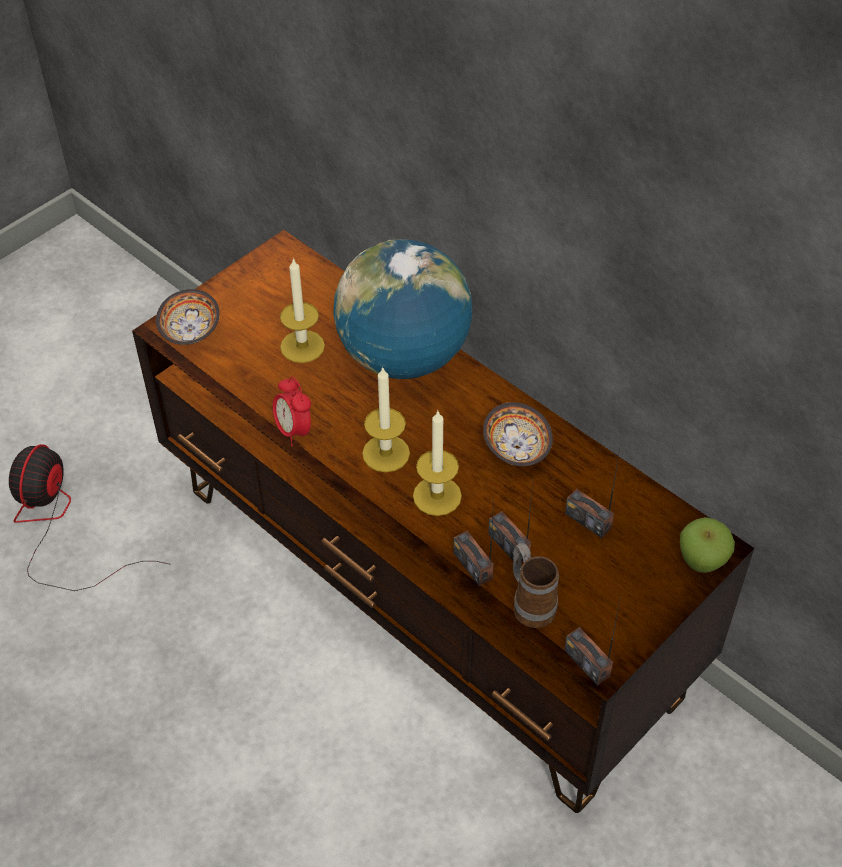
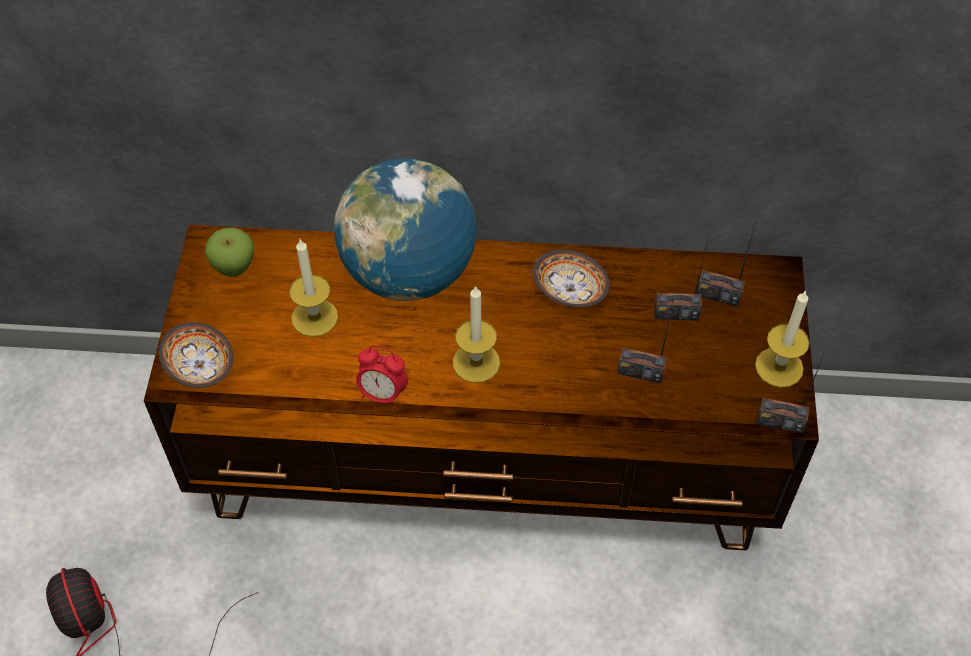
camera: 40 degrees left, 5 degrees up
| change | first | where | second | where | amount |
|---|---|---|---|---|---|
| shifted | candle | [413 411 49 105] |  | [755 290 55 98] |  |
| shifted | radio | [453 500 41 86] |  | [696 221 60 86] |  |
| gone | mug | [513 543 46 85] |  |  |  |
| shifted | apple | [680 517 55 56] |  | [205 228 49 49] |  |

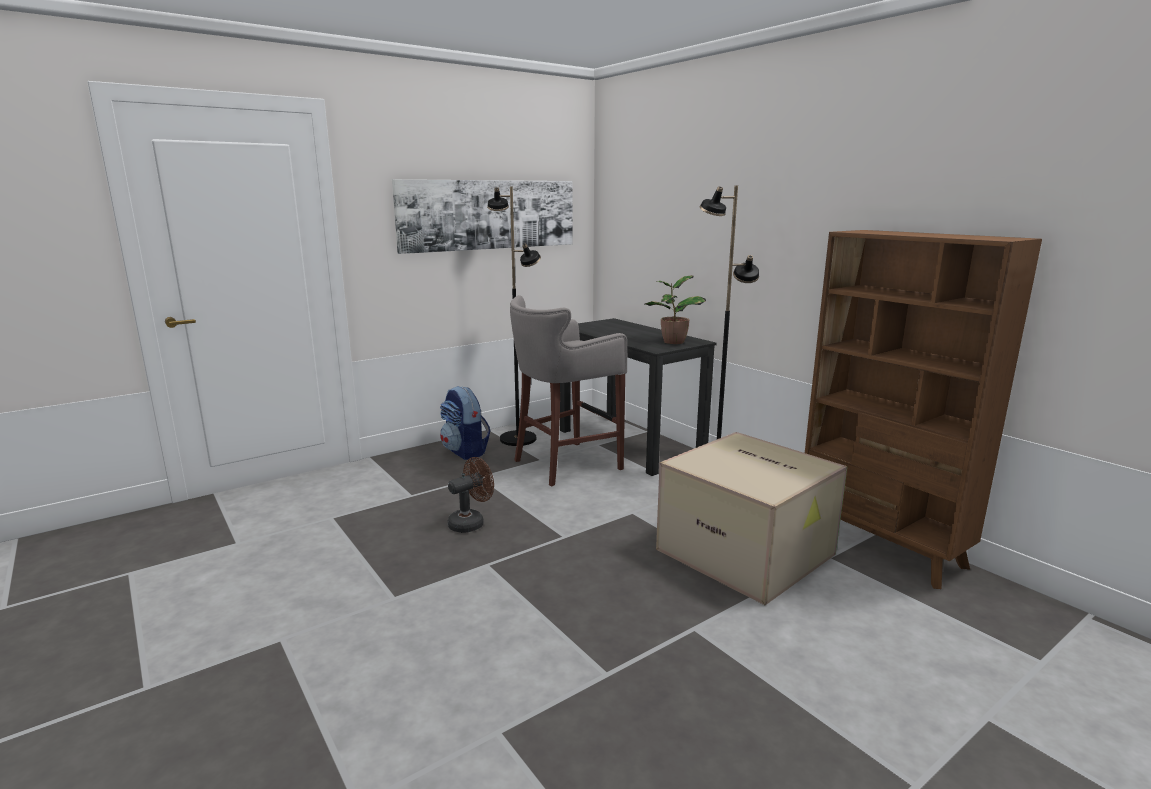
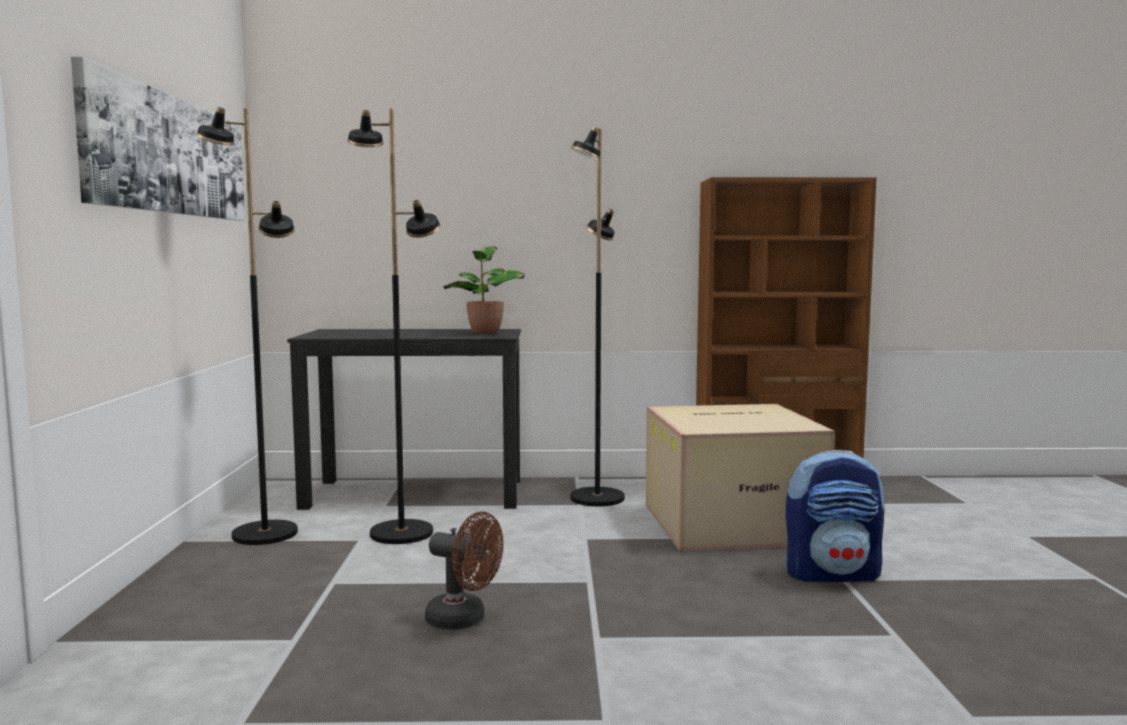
camera: 55 degrees left, 10 degrees down
| change | first | where | second | where | amount |
|---|---|---|---|---|---|
| shifted | backpack | [440 386 51 74] |  | [786 450 99 132] |  |
| rotated | fan in brown | [448 457 46 76] |  | [425 512 78 118] | 120 degrees clockwise |
| swapped | stool in grey | [510 295 117 192] | floor lamp in black | [347 108 94 436] |  |

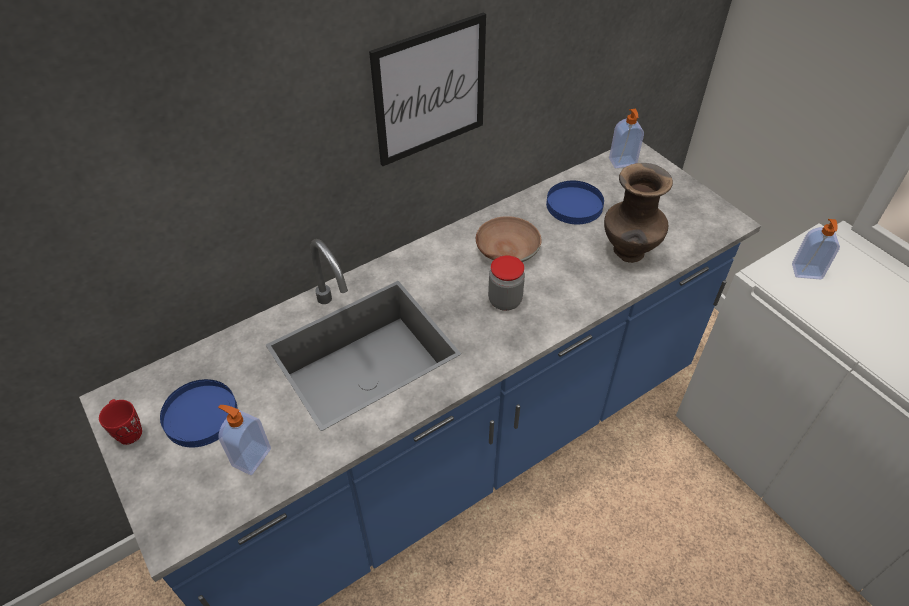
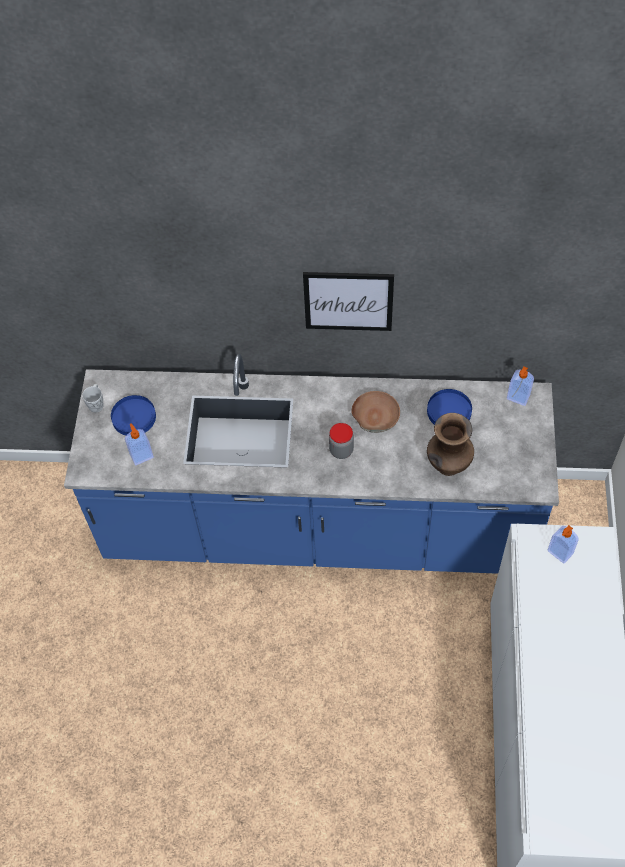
camera: 40 degrees right, 10 degrees up
| change | first | where | second | where | amount |
|---|---|---|---|---|---|
| repainted | mug in red | [99 399 43 46] | mug in white | [82 384 21 29] |  |

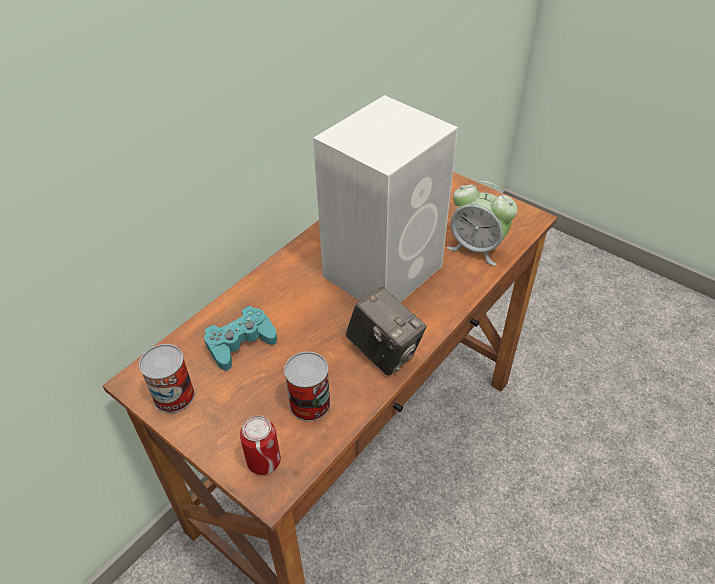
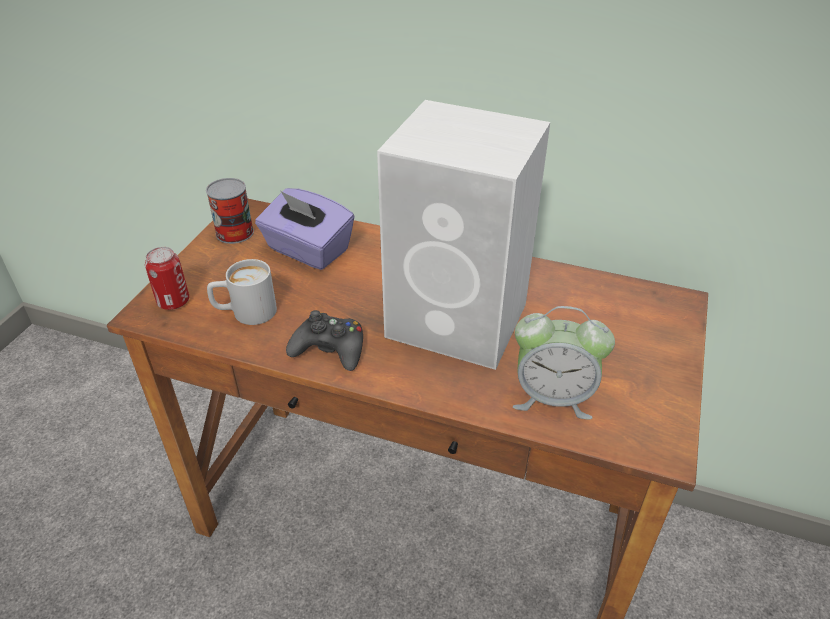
camera: 70 degrees right, 5 degrees down
| change | first | where | second | where | amount |
|---|---|---|---|---|---|
| swapped | game controller in turquoise | [204 306 73 65] | tissue box in purple | [255 188 100 82] |  |
| swapped | can | [284 352 47 69] | mug in white | [207 259 70 66] |  |
| swapped | photo camera | [345 287 82 89] | game controller in black | [286 310 77 61] |  |
| rotated | alarm clock | [447 181 70 85] |  | [513 306 102 113] | 90 degrees counterclockwise |

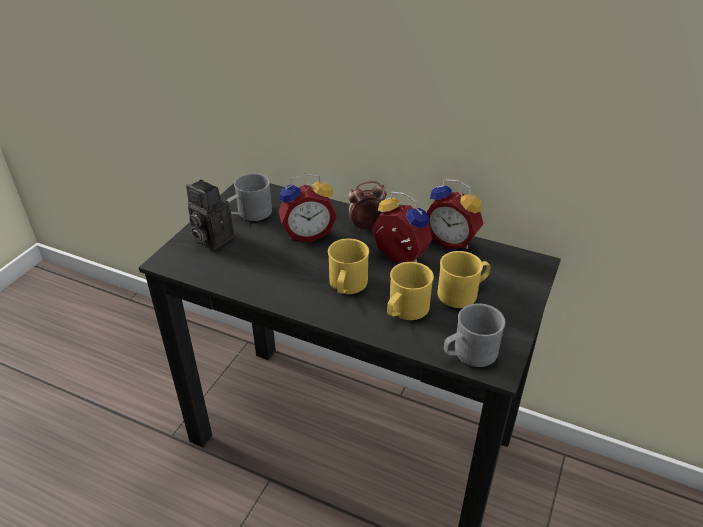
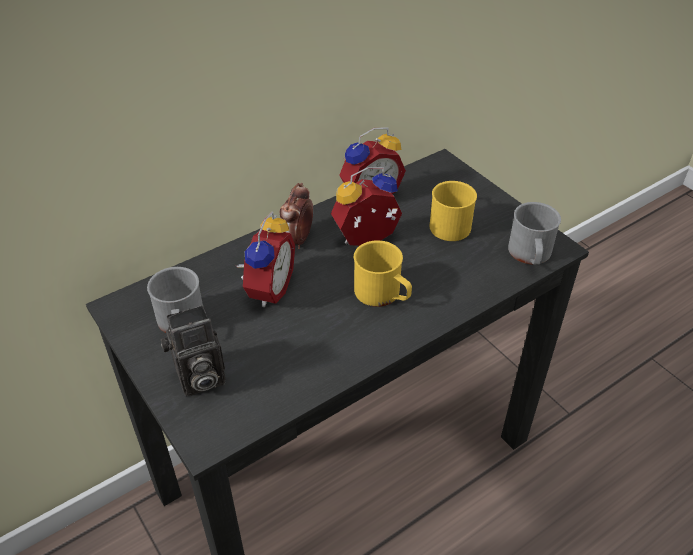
camera: 60 degrees left, 5 degrees up
| change | first | where | second | where | amount |
|---|---|---|---|---|---|
| gone | mug in yellow | [387 262 47 58] |  |  |  |

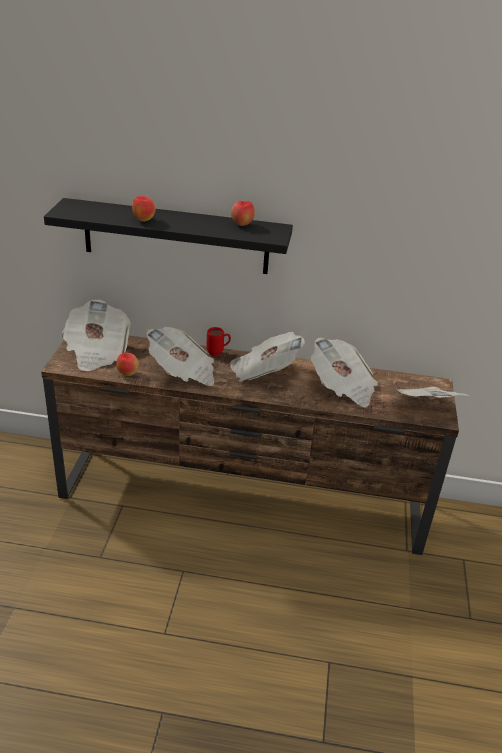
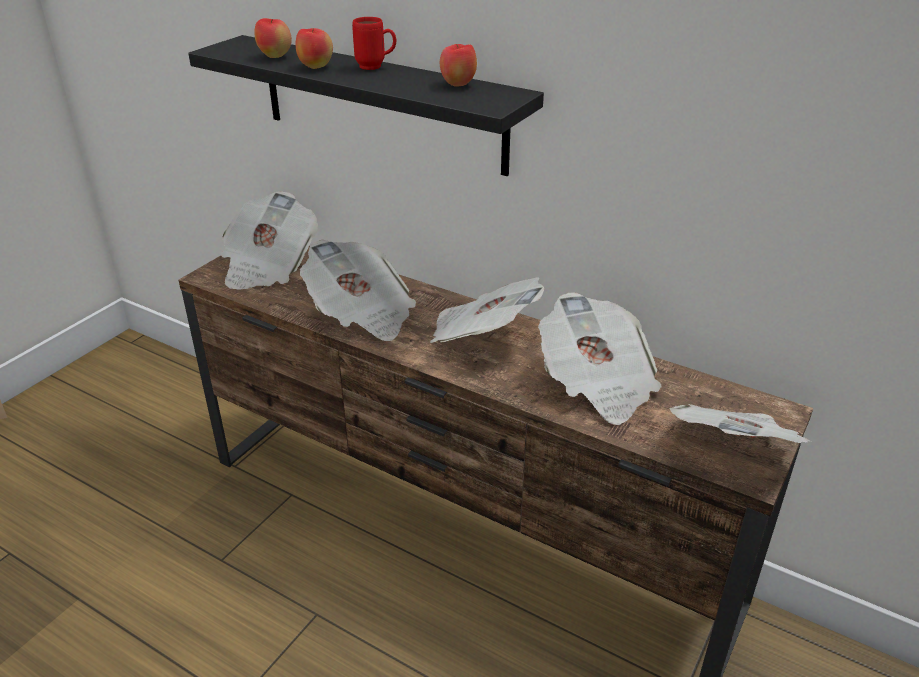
camera: 25 degrees right, 0 degrees up
| change | first | where | second | where | amount |
|---|---|---|---|---|---|
| shifted | apple | [116 353 23 23] |  | [255 18 37 40] |  |
| shifted | mug in red | [206 327 25 29] |  | [352 17 44 53] |  |

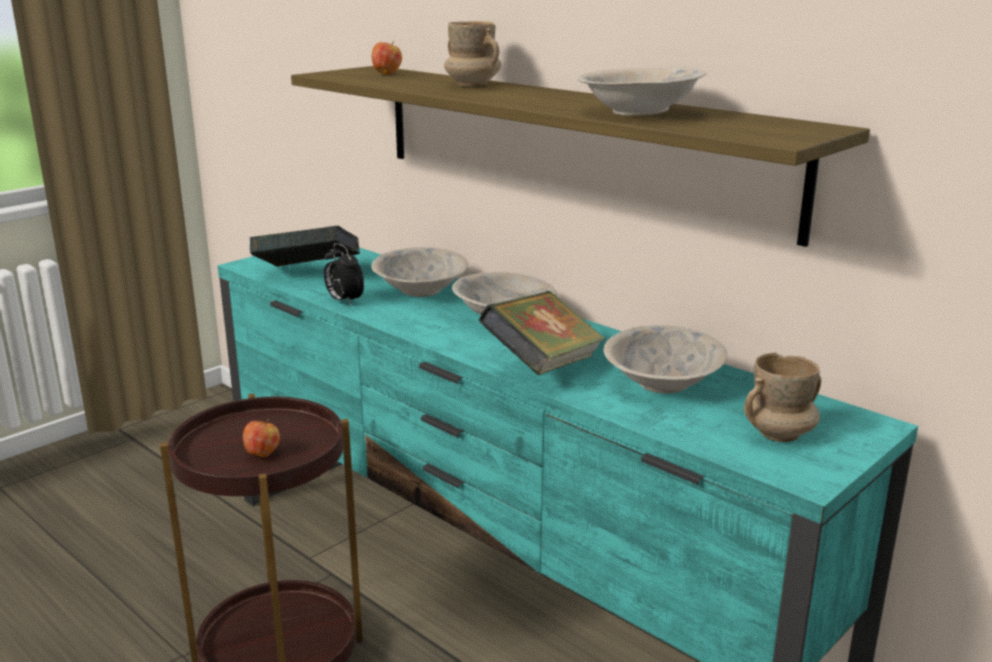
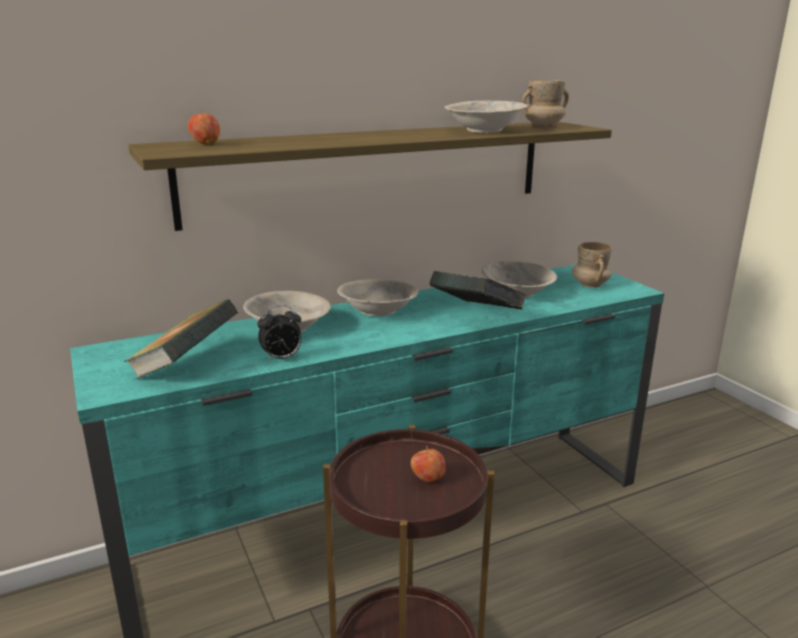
camera: 70 degrees left, 0 degrees up
| change | first | where | second | where | amount |
|---|---|---|---|---|---|
| shifted | mug in beige | [444 21 57 65] |  | [522 79 47 48] |  |

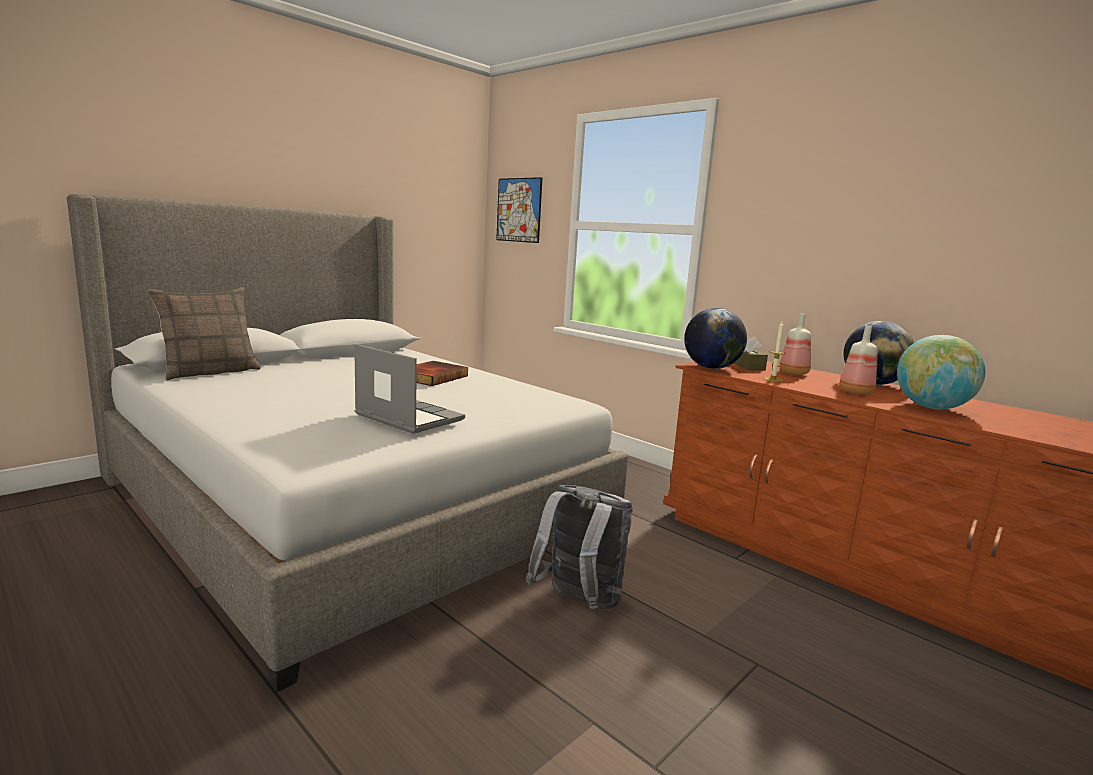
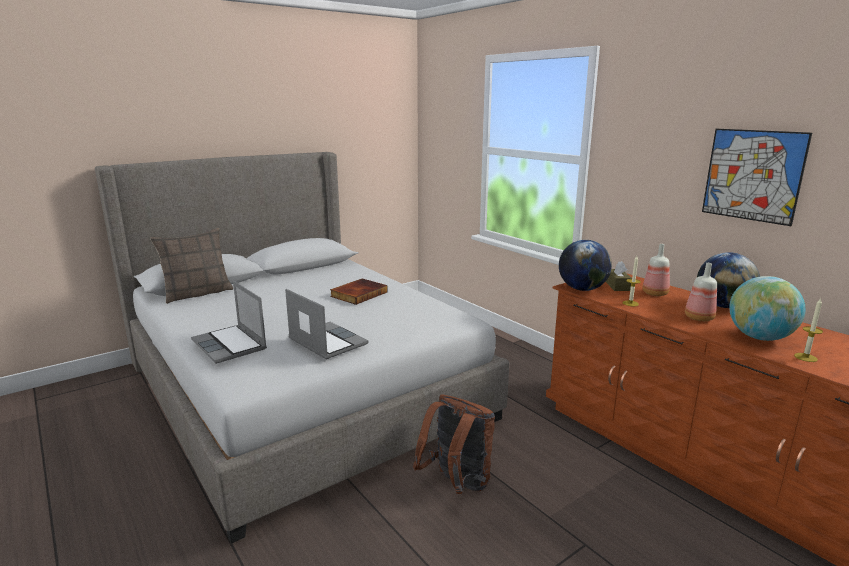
camera: 10 degrees right, 5 degrees up
| change | first | where | second | where | amount |
|---|---|---|---|---|---|
| shifted | picture | [496 177 46 66] |  | [702 129 110 97] |  |
| repainted | backpack in grey | [526 485 107 125] | backpack in brown | [413 395 82 99] |  |
| new |  |  | laptop | [191 281 76 83] |  |
| new |  |  | candle | [794 298 29 64] |  |

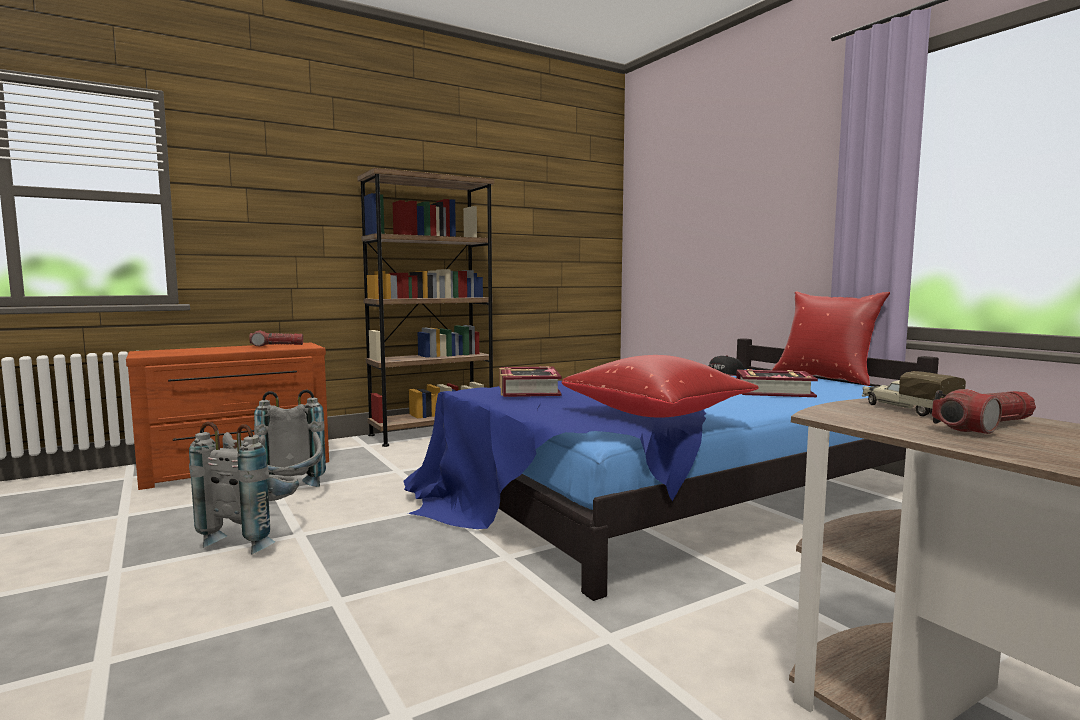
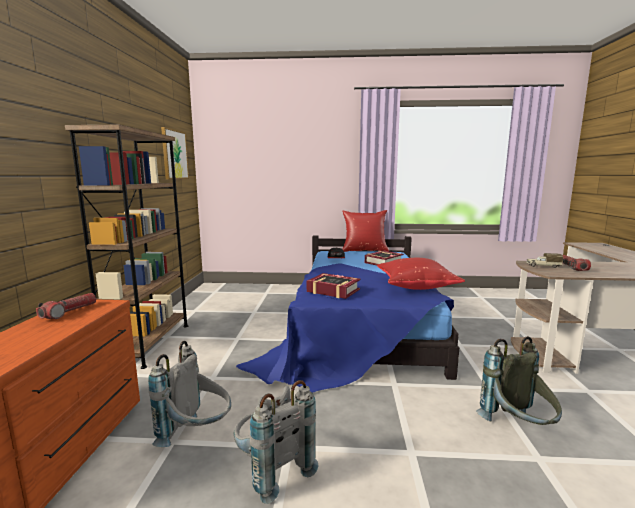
camera: 55 degrees left, 5 degrees up
| change | first | where | second | where | amount |
|---|---|---|---|---|---|
| new |  |  | picture | [161 127 28 52] |  |
| new |  |  | backpack in grey | [476 336 86 89] |  |

